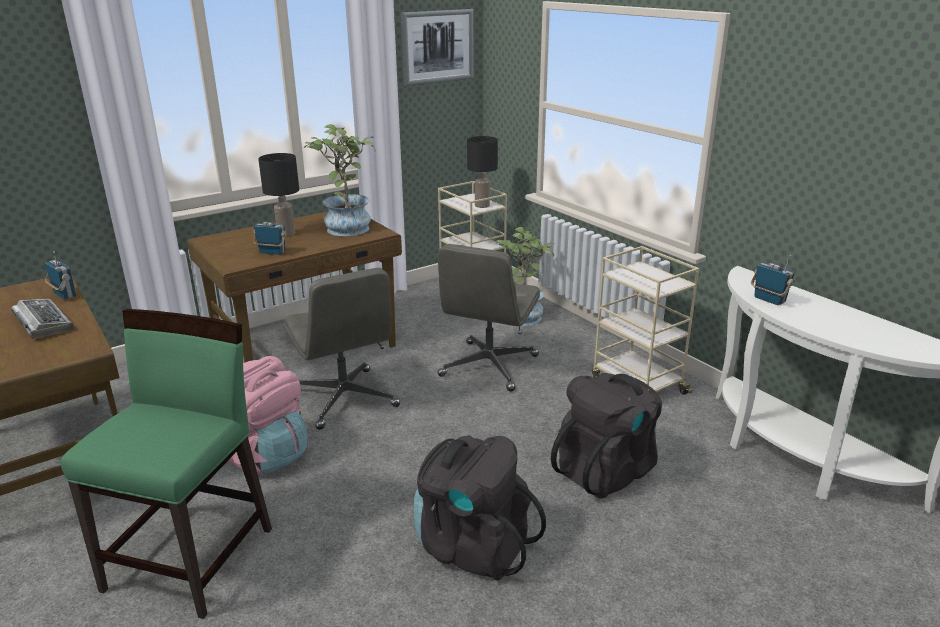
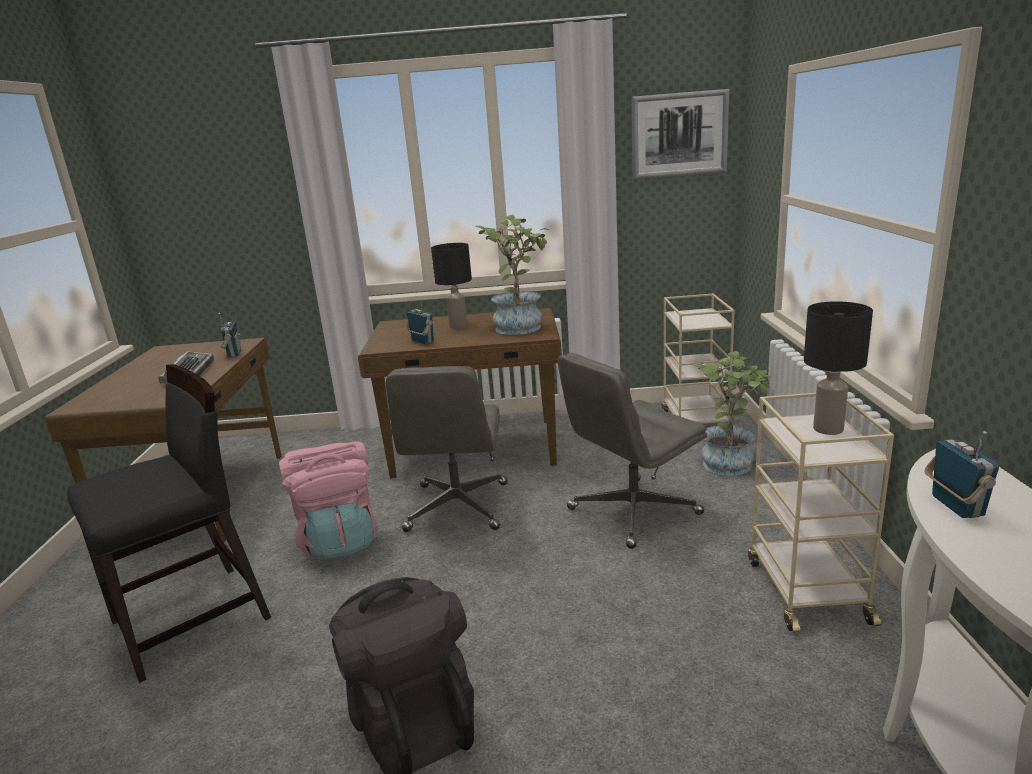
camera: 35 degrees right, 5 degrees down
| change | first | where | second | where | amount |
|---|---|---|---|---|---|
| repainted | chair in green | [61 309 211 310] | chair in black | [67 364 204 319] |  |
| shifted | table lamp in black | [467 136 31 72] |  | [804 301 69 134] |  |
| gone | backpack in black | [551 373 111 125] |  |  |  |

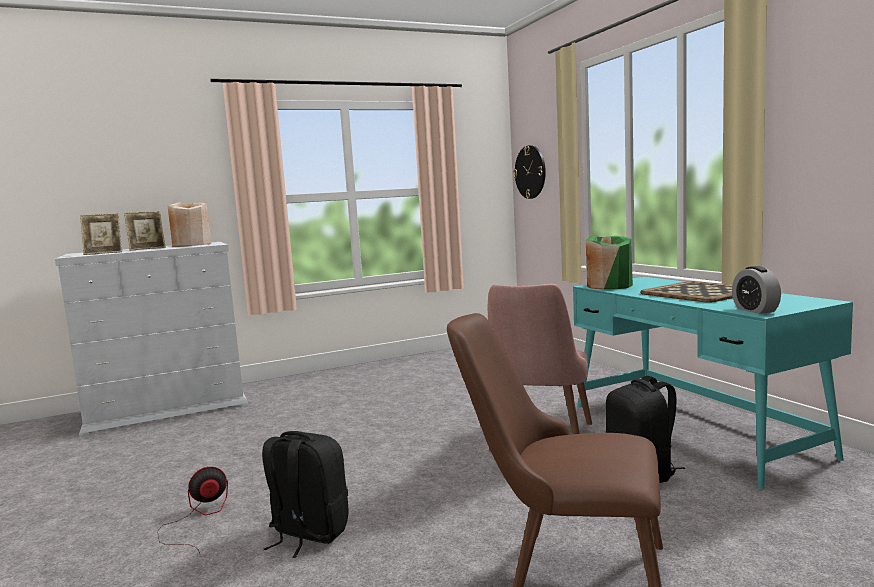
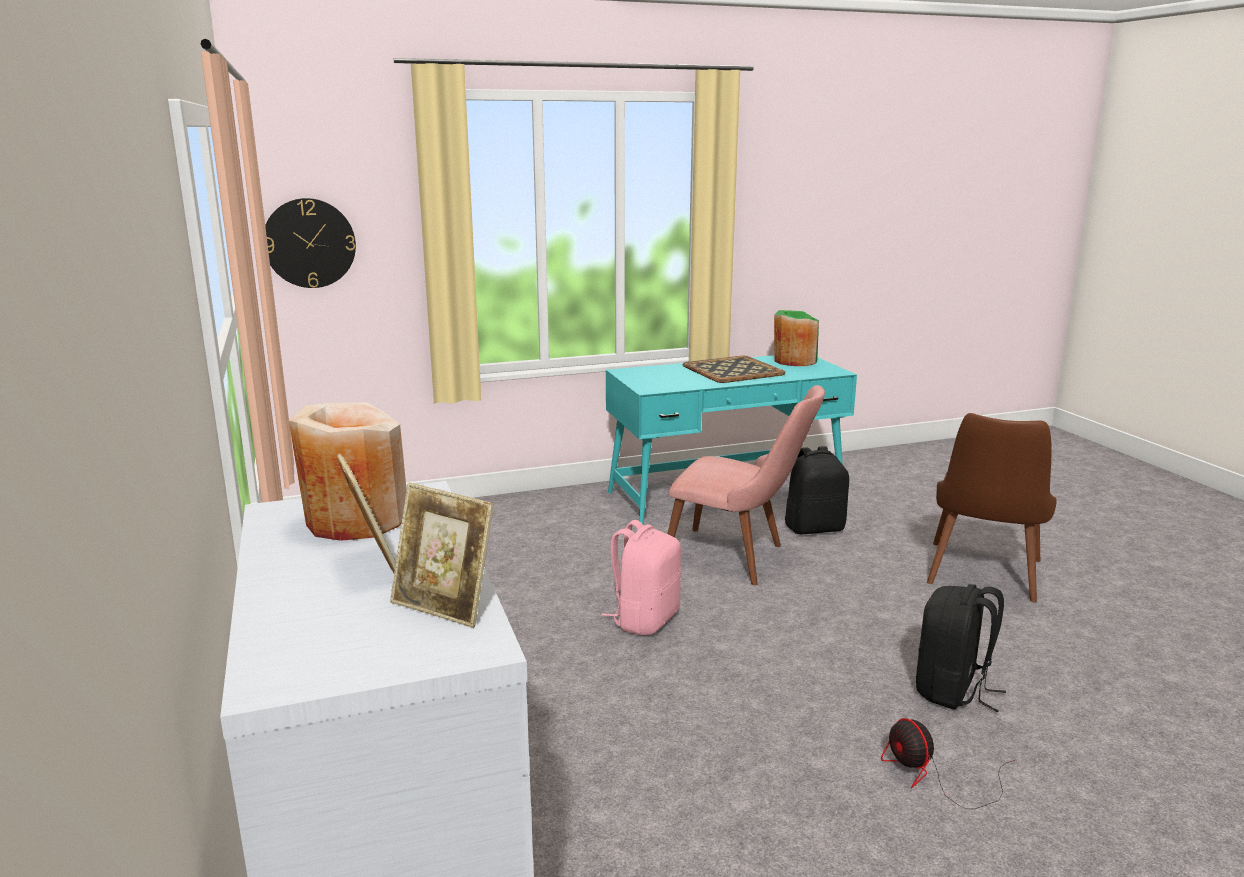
camera: 85 degrees left, 10 degrees up
| change | first | where | second | where | amount |
|---|---|---|---|---|---|
| rotated | picture frame | [80 213 42 42] |  | [390 483 104 145] | 135 degrees clockwise |
| shifted | vase in green | [586 236 47 53] |  | [774 310 45 56] |  |
| gone | alarm clock | [732 266 49 48] |  |  |  |
| new |  |  | backpack in pink | [601 520 80 116] |  |

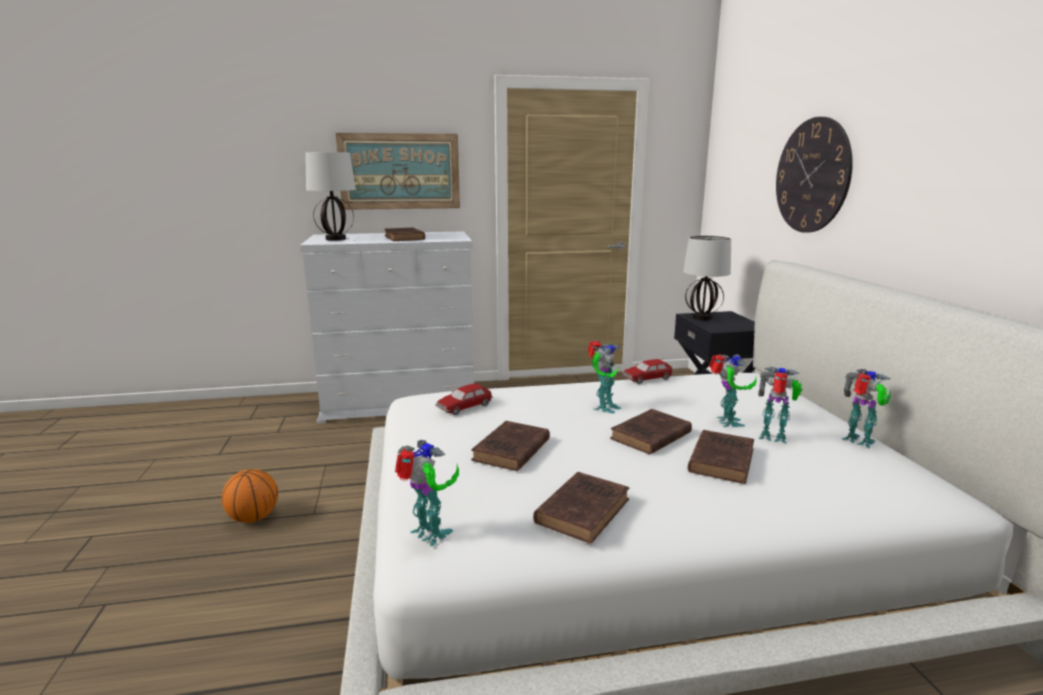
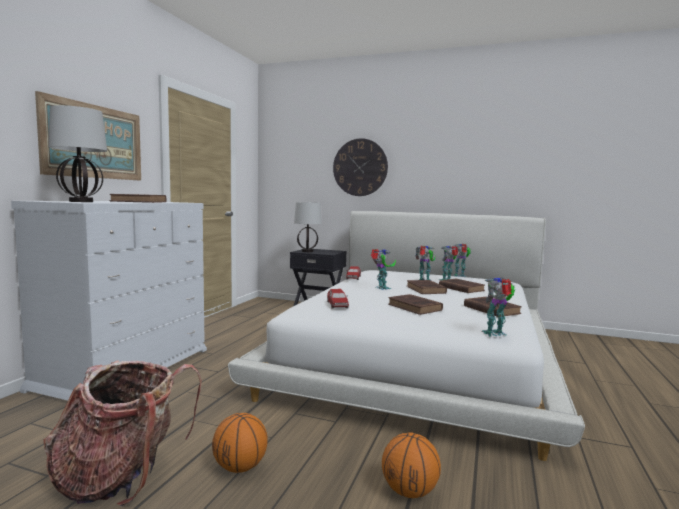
camera: 60 degrees left, 10 degrees down
| change | first | where | second | where | amount |
|---|---|---|---|---|---|
| new |  |  | backpack | [43 360 159 146] |  |
| new |  |  | basketball | [382 432 59 66] |  |

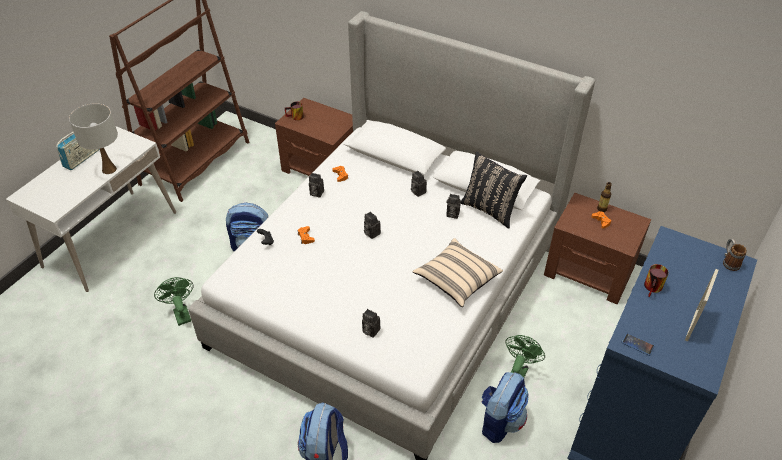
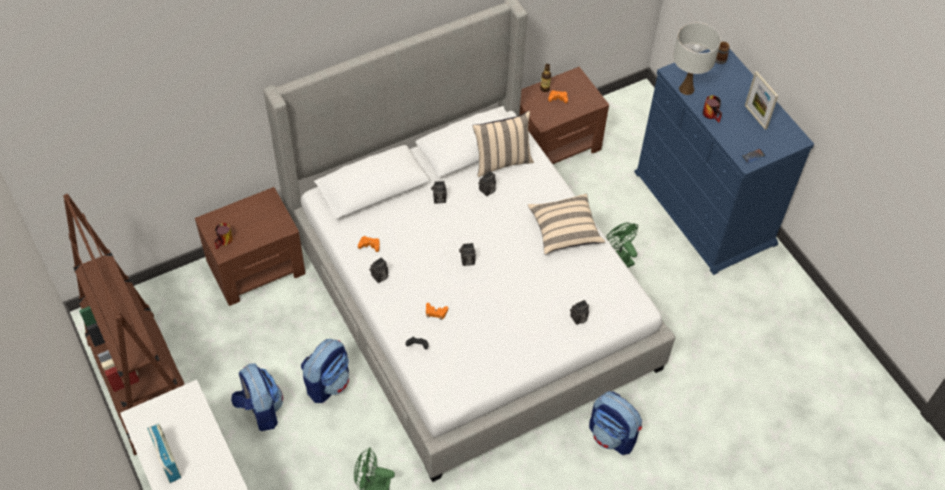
camera: 60 degrees left, 10 degrees up
| change | first | where | second | where | amount |
|---|---|---|---|---|---|
| shifted | table lamp in white | [69 103 49 71] |  | [673 22 48 73] |  |
| repainted | pillow in black | [461 151 66 78] | pillow in beige | [473 111 61 66] |  |
| shifted | backpack | [482 372 47 71] |  | [231 363 52 68] |  |

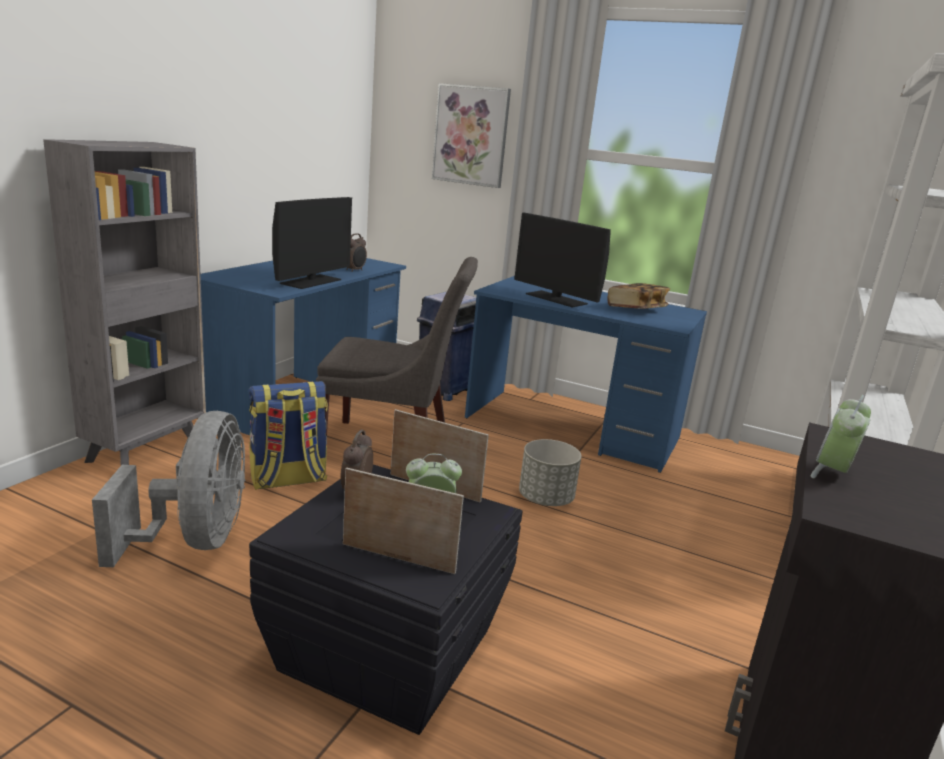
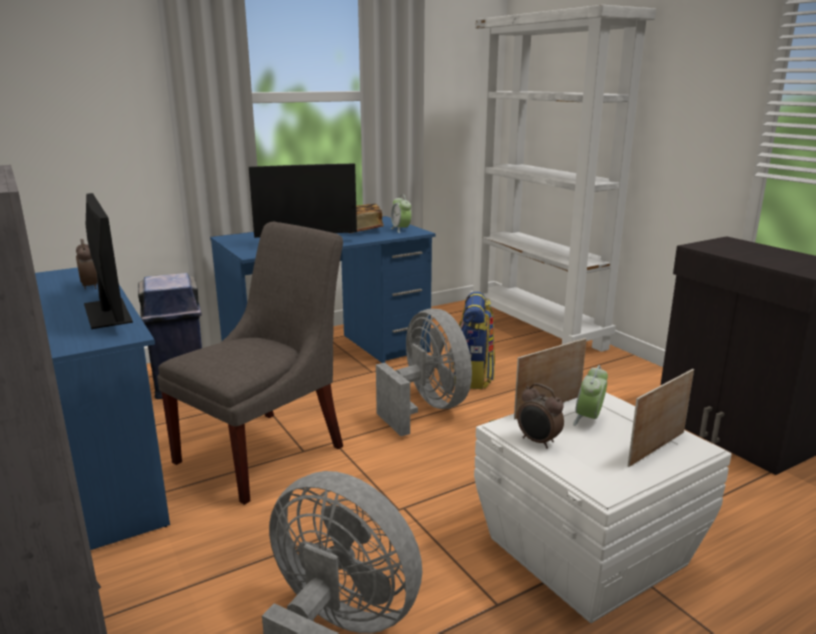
camera: 55 degrees left, 0 degrees up
| change | first | where | second | where | amount |
|---|---|---|---|---|---|
| shifted | backpack | [249 381 79 109] |  | [452 292 43 97] |  |
| repainted | storage box in black | [249 464 274 271] | storage box in white | [474 392 258 231] |  |
| gone | picture | [432 83 79 105] |  |  |  |
| swapped | planter in grey | [519 439 63 67] | fan in grey | [376 309 96 127] |  |
| shifted | alarm clock | [810 395 61 83] |  | [391 194 21 39] |  |

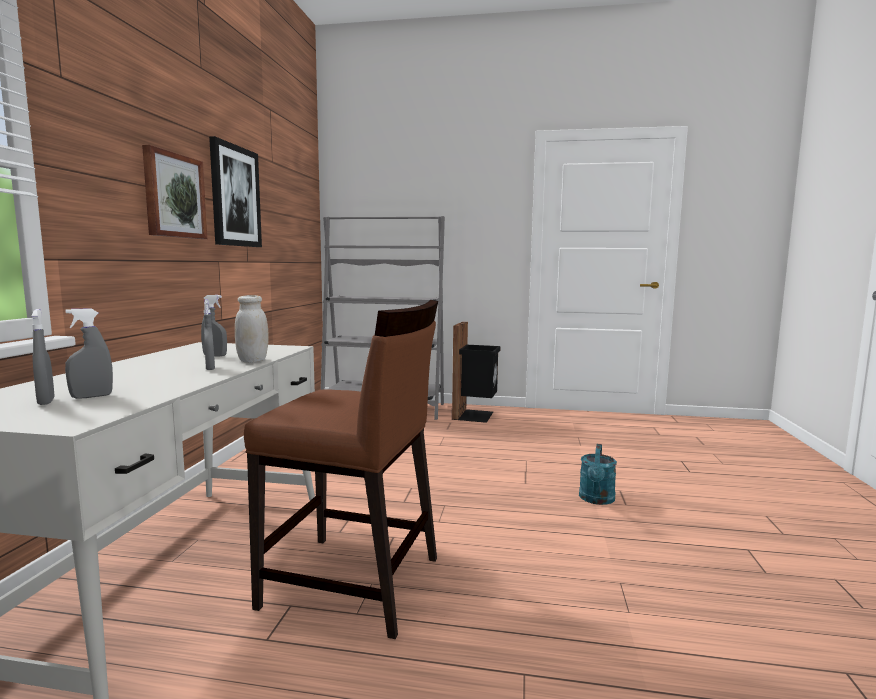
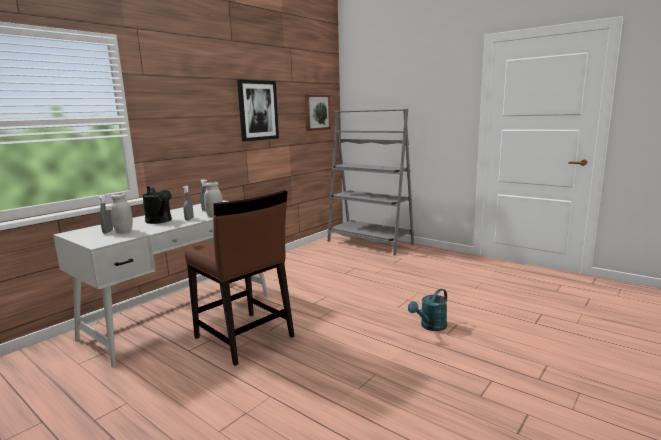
camera: 30 degrees right, 5 degrees up
| change | first | where | second | where | amount |
|---|---|---|---|---|---|
| swapped | spray bottle in grey | [65 309 48 90] | jar in white | [111 193 22 40] |  |
| shifted | picture | [142 145 65 94] |  | [305 94 26 37] |  |
| gone | trash can in black | [452 322 49 101] |  |  |  |
| new |  |  | watering can in black | [142 185 30 39] |  |

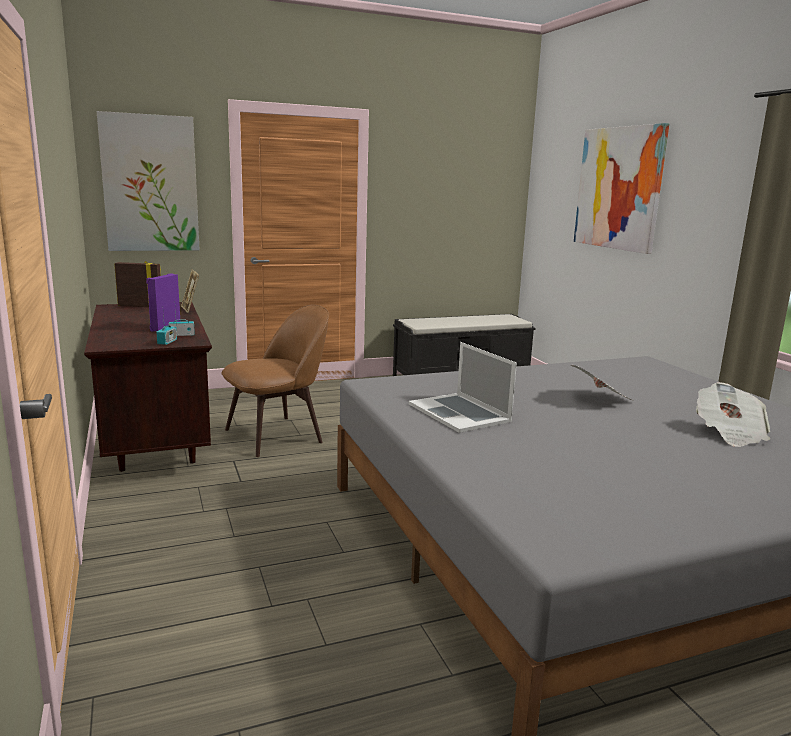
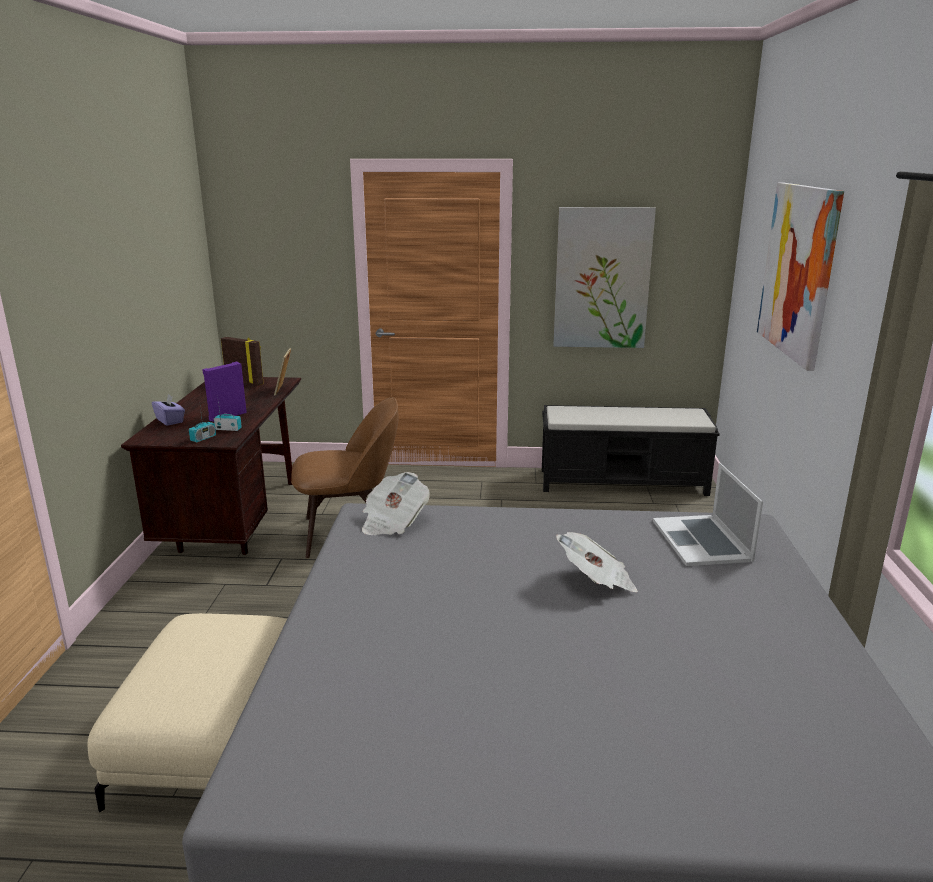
camera: 25 degrees right, 5 degrees up
| change | first | where | second | where | amount |
|---|---|---|---|---|---|
| shifted | picture | [97 111 103 140] |  | [553 207 103 141] |  |
| shifted | laptop | [409 342 108 91] |  | [653 463 110 103] |  |
| shifted | newspaper | [696 382 74 65] |  | [362 472 68 63] |  |
| new |  |  | ottoman in beige | [88 613 199 199] |  |
| new |  |  | tissue box in purple | [152 394 33 32] |  |

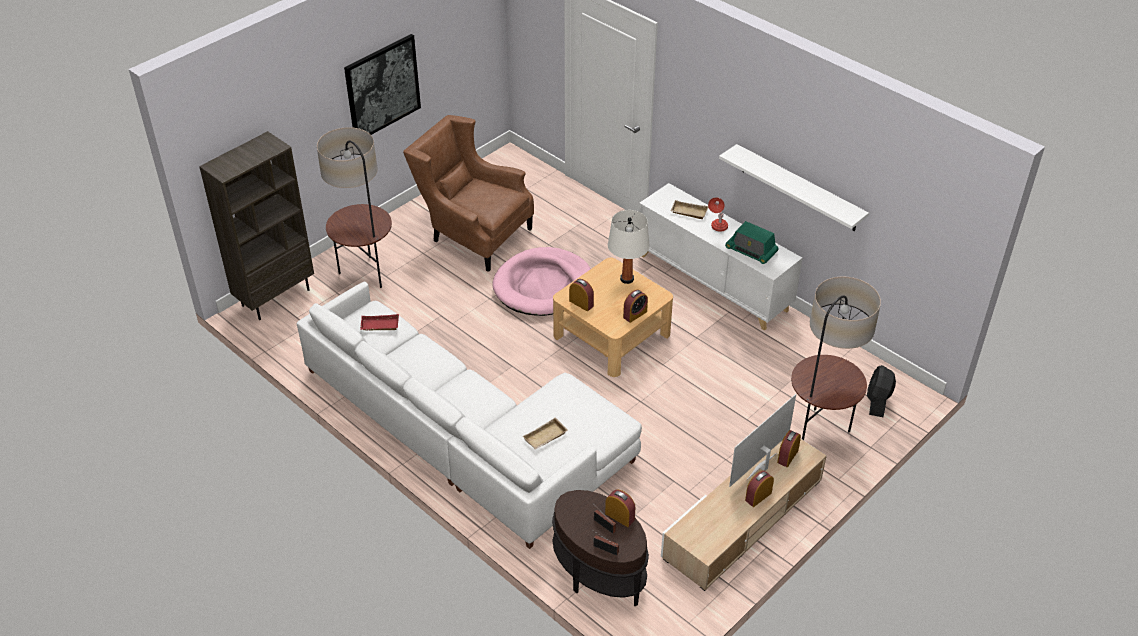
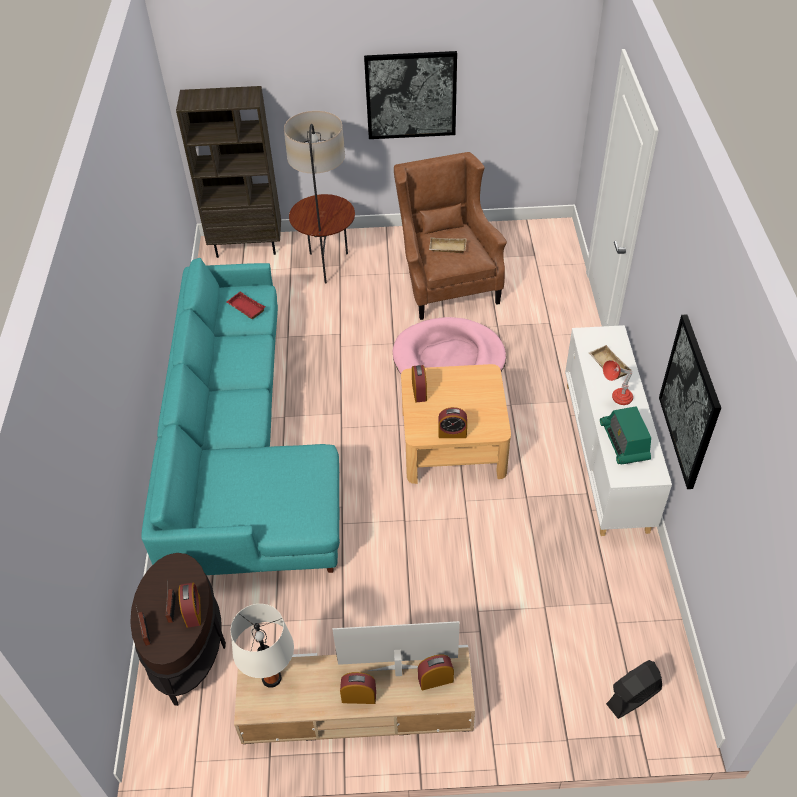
camera: 45 degrees right, 5 degrees up
| change | first | where | second | where | amount |
|---|---|---|---|---|---|
| repainted | sofa in white | [296 282 346 267] | sofa in turquoise | [141 258 199 317] |  |
| shifted | tray in beige | [523 417 45 33] |  | [429 237 38 16] |  |
| shifted | table lamp in white | [608 210 42 74] |  | [230 604 64 84] |  |
| swapped | shelf in white | [719 144 150 88] | picture | [659 314 62 175] |  |
| gone | floor lamp | [791 276 90 164] |  |  |  |

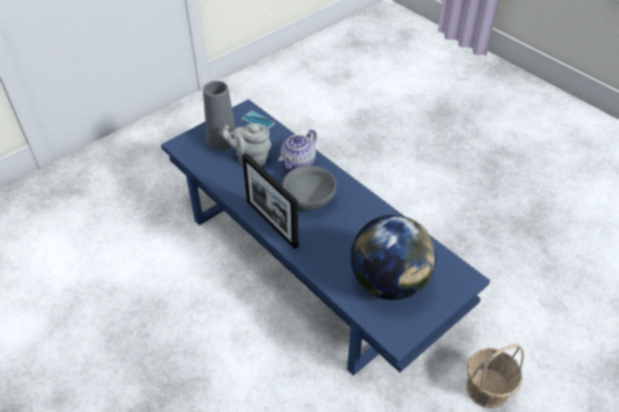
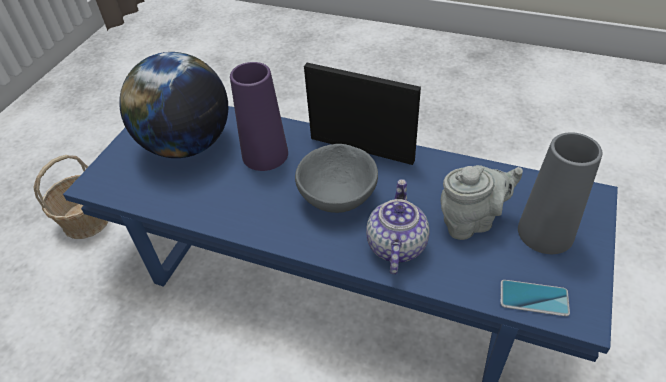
camera: 155 degrees right, 0 degrees up
| change | first | where | second | where | amount |
|---|---|---|---|---|---|
| new |  |  | vase in purple | [230 62 58 109] |  |

